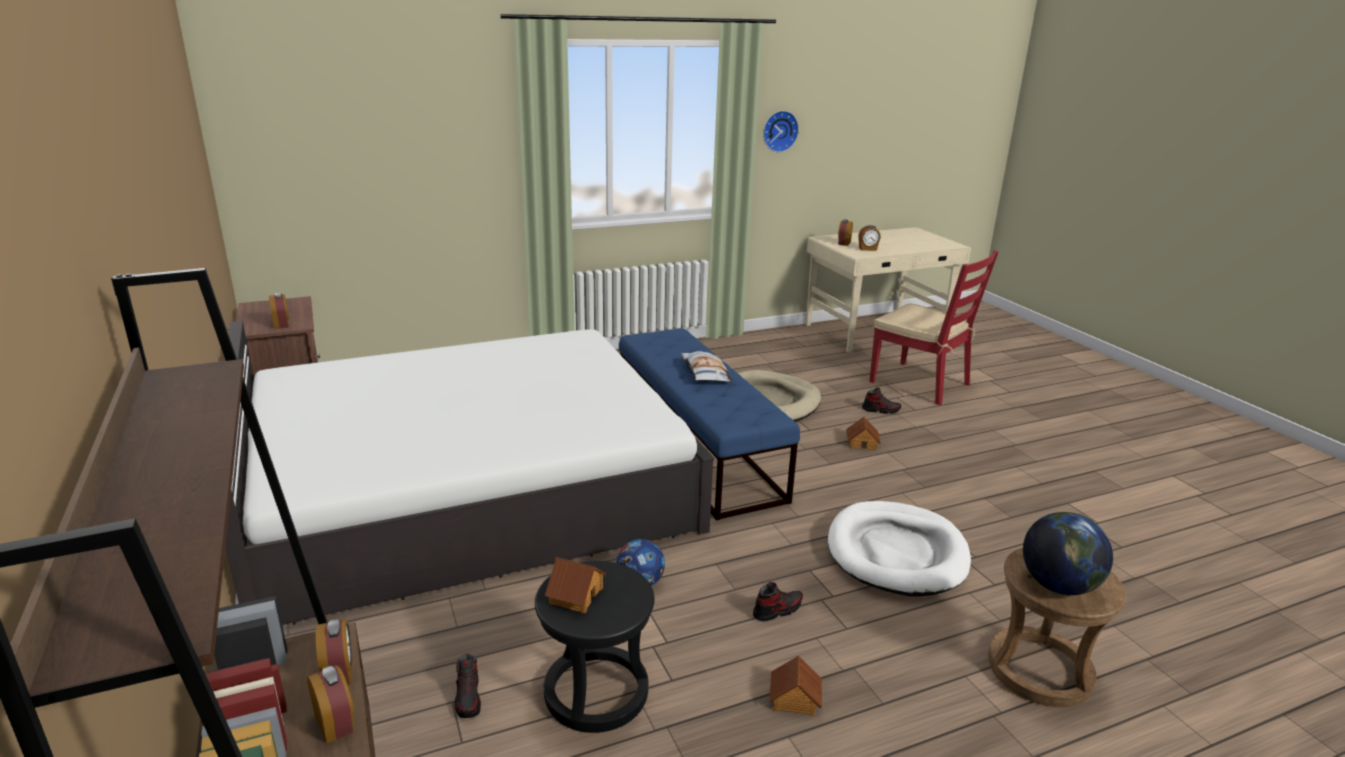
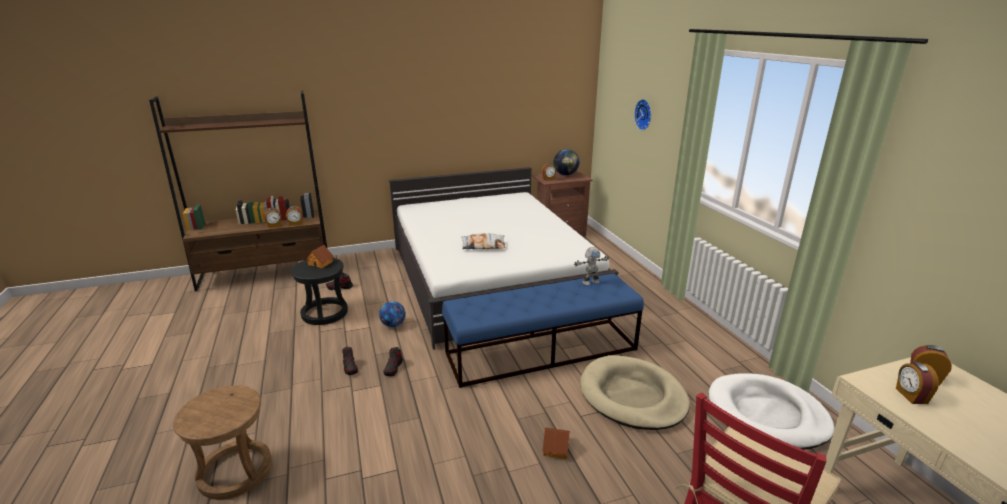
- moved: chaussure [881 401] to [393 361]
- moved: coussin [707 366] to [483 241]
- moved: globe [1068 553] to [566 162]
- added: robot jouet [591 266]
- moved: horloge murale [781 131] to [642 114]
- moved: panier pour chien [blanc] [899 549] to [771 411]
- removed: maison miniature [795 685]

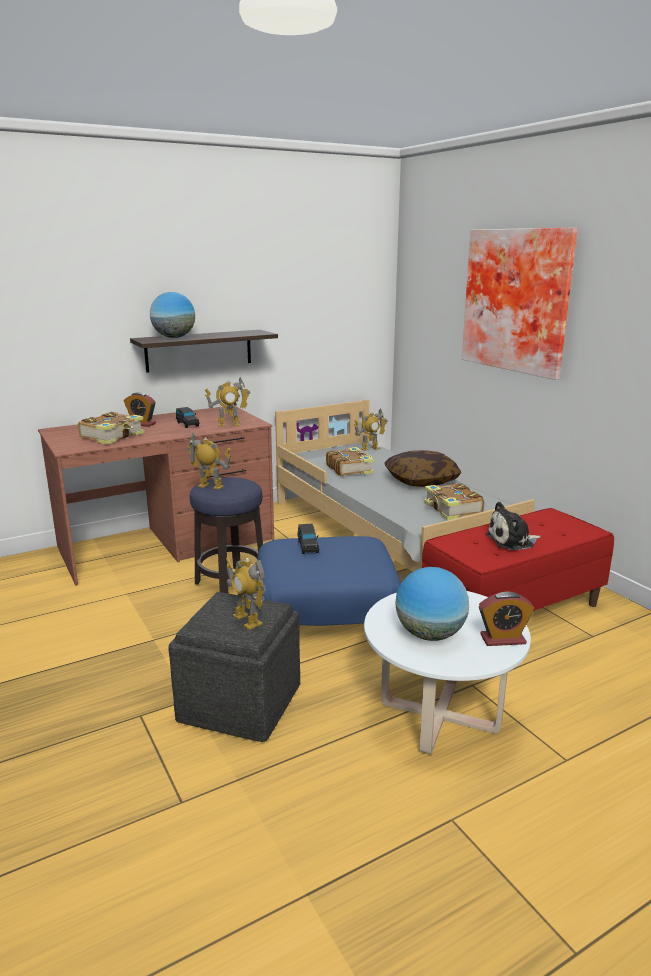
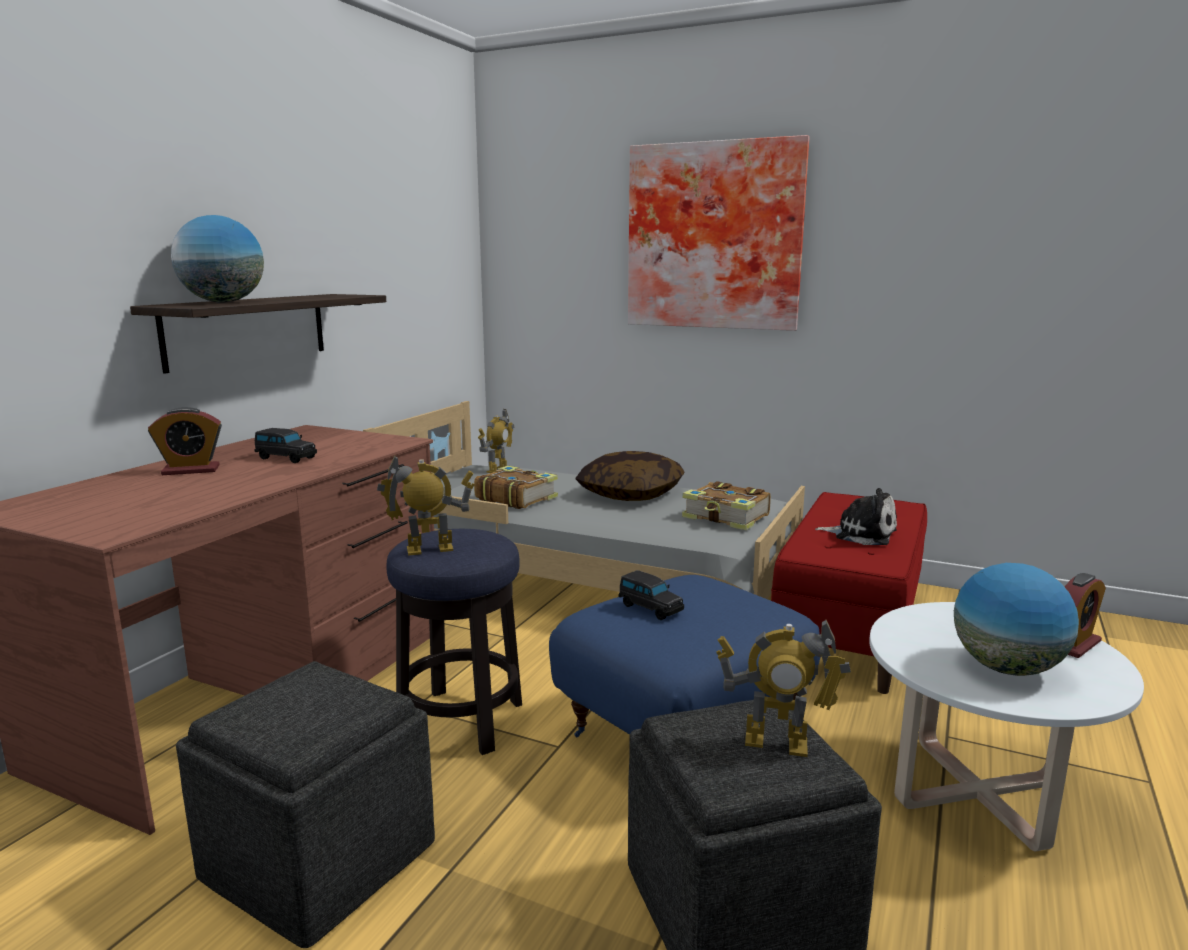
- added: pouf [gris] [305 804]
- turned: peluche [513 526] = [856 516] 105 degrees counterclockwise
- removed: livre [111 428]
- removed: robot jouet [227 402]

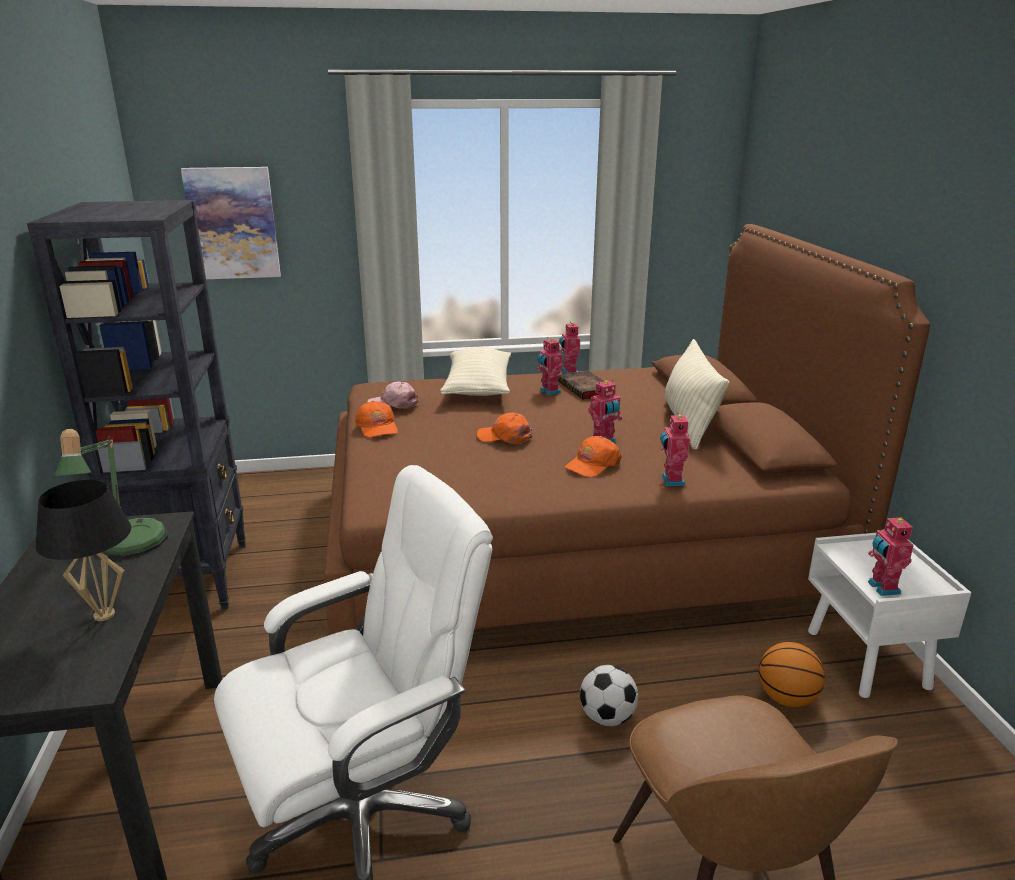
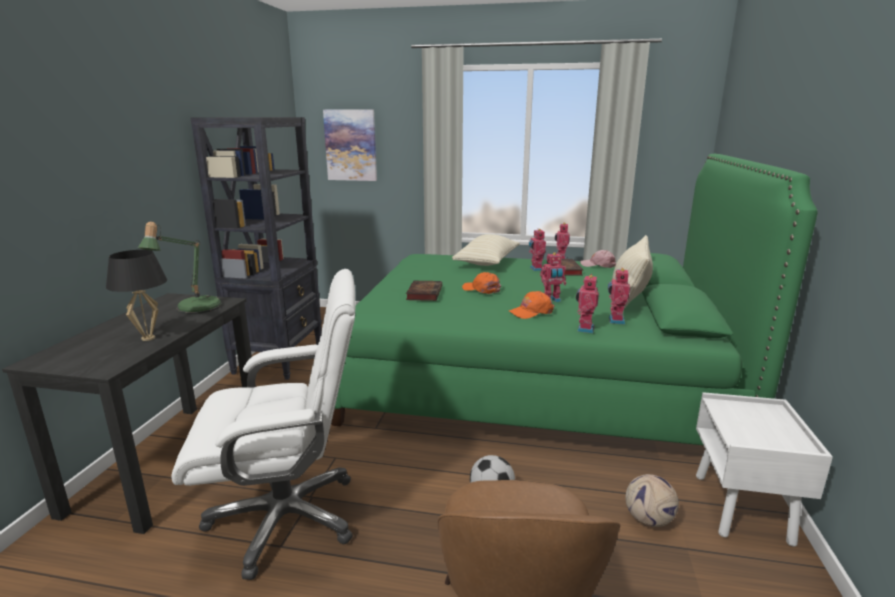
- recoloured: lit [marron] [627 429] to lit [vert] [574 299]
- added: livre [424 291]
- moved: casquette [rose] [393 395] to [598 259]
- moved: robot jouet [891 555] to [619 296]
- replaced: ballon de basket [792 674] to ballon de foot [652 500]
- removed: casquette [orange] [376 419]

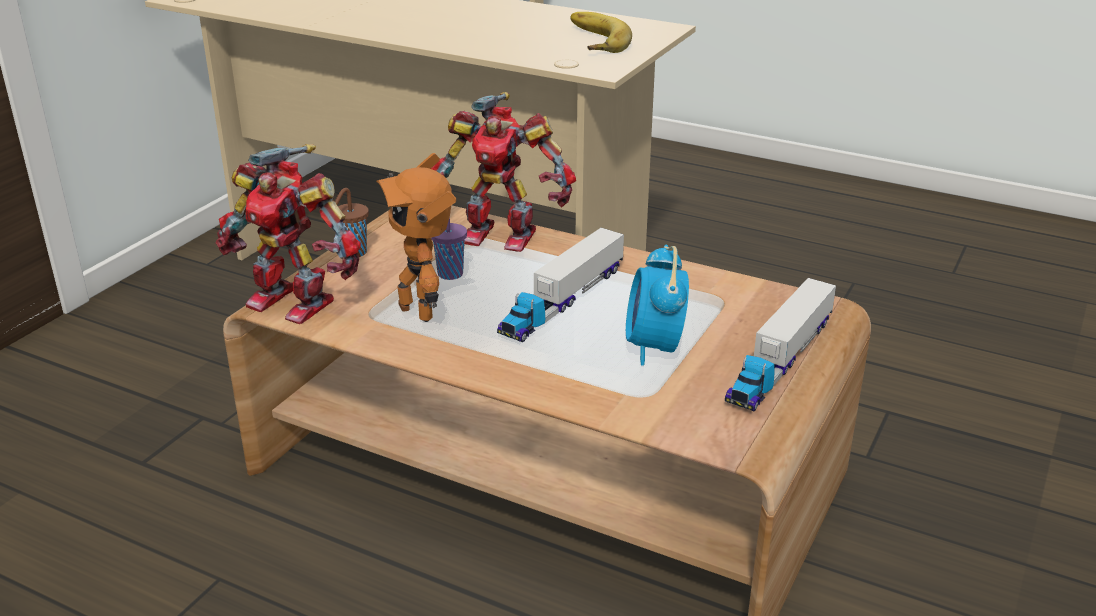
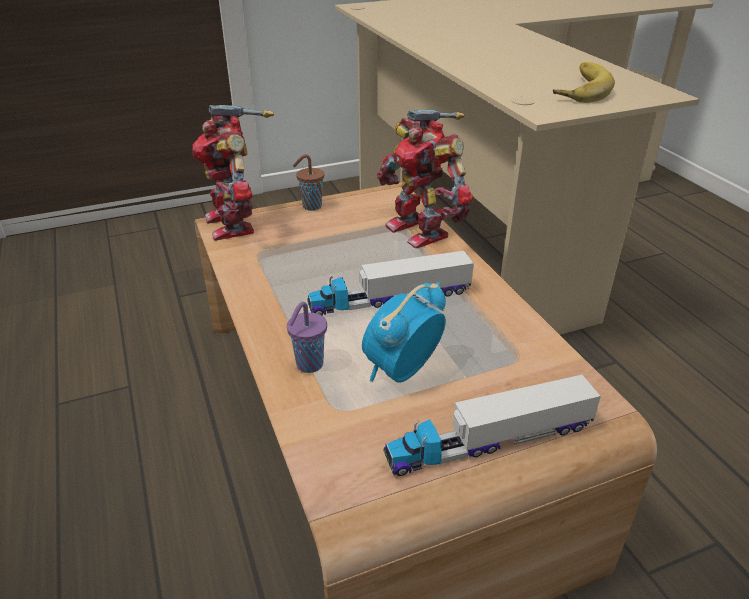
- moved: tasse [violet] [449 248] to [307 337]
- removed: robot jouet [416 237]

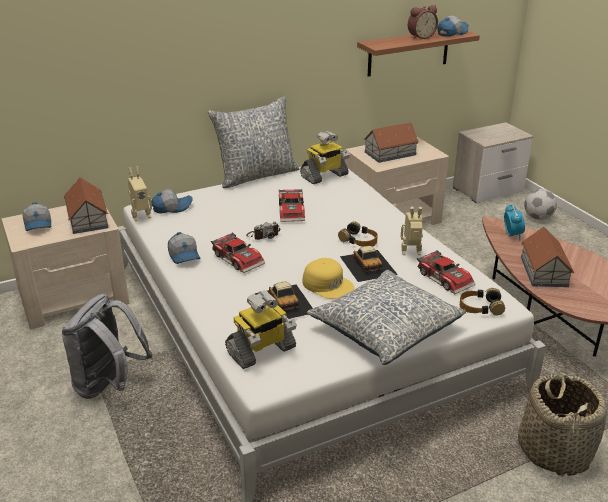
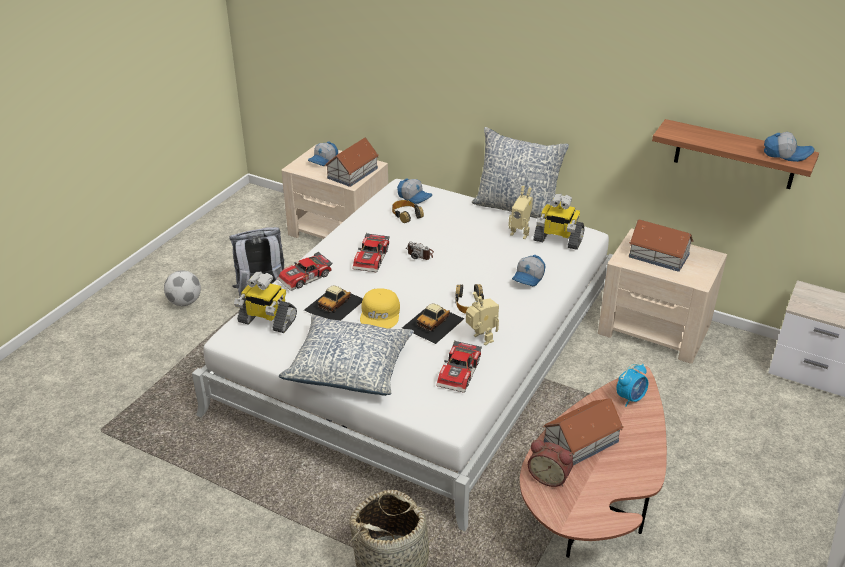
- moved: ballon de foot [540 204] to [182 288]
- moved: petite voiture [292 205] to [305 271]
- moved: casque audio [482 302] to [408 211]
- moved: robot jouet [140 194] to [520 212]
- moved: casquette [184 248] to [529 270]
- moved: réveil [423 22] to [550 463]

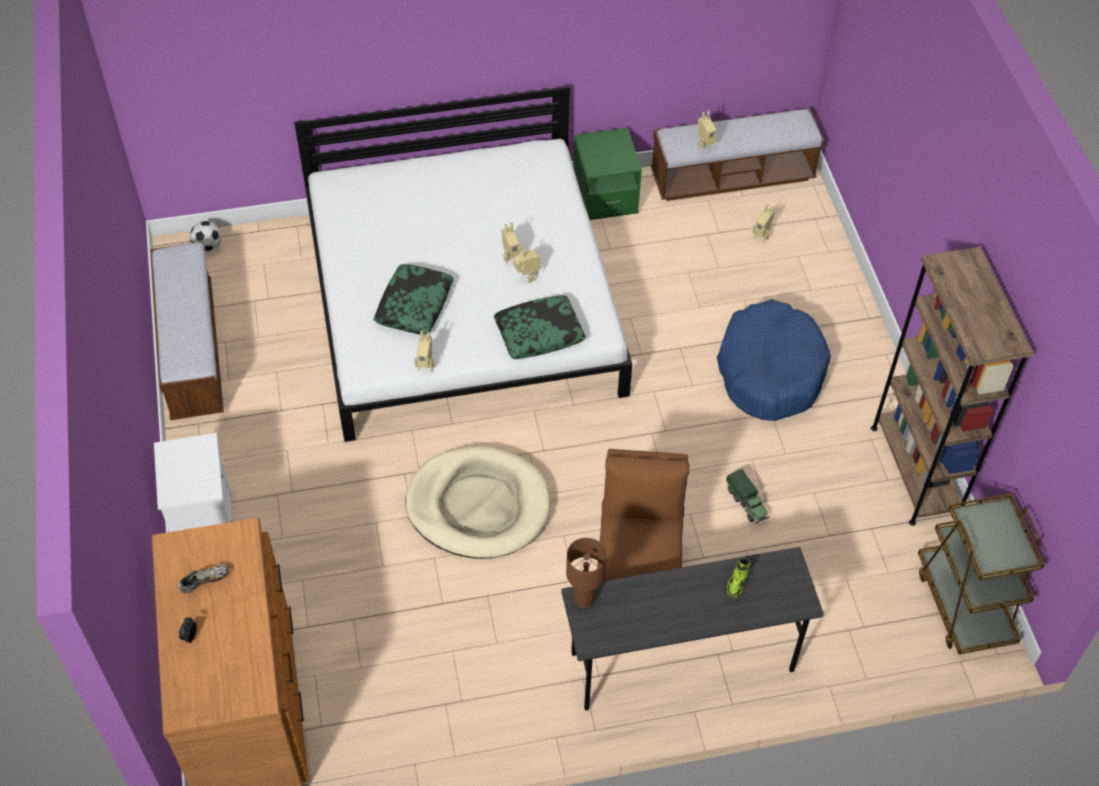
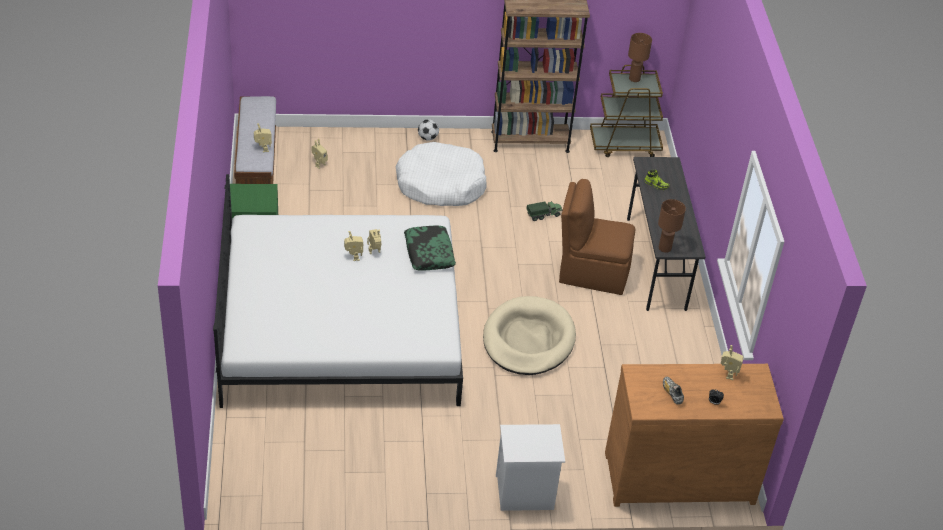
- recoloured: panier pour chien [bleu] [774 360] to panier pour chien [blanc] [441 174]
- moved: ballon de foot [206 236] to [428 130]
- added: lampe de table [marron] [640 57]
- moved: robot jouet [424 351] to [732 362]
- removed: banc [187 331]
- removed: coussin [413 299]

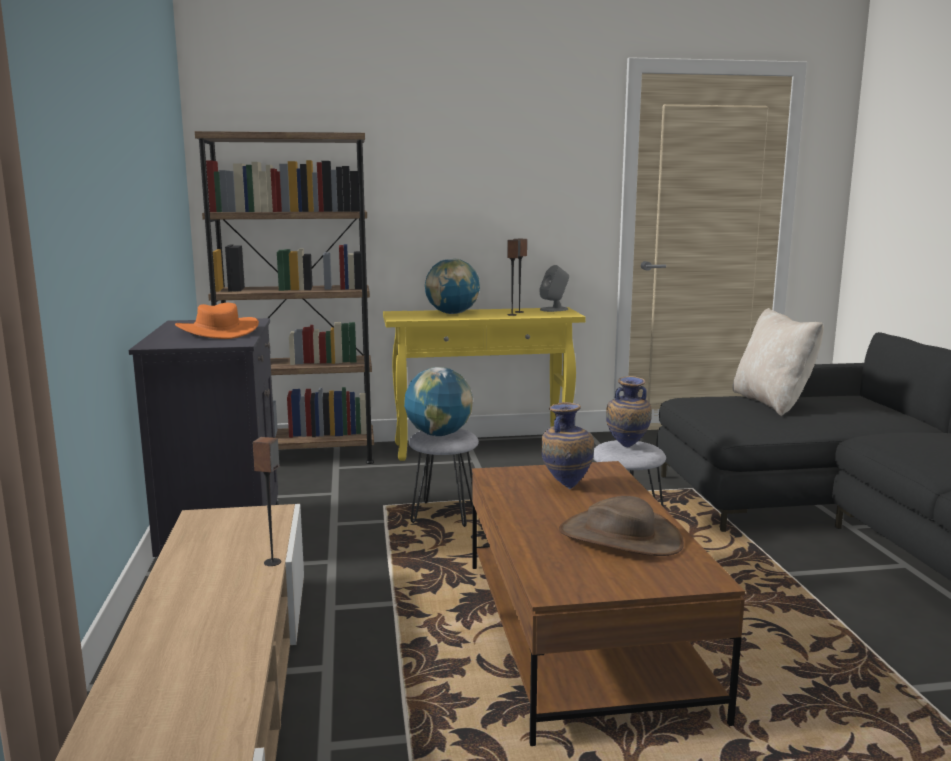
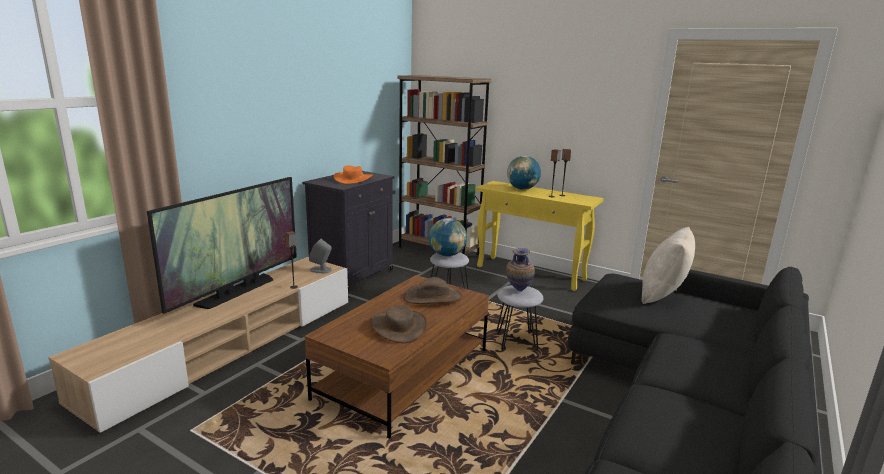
- added: téléviseur [222 245]
- moved: enceinte [gris] [554 288] to [320 256]
- replaced: vase [567 445] to chapeau [marron] [433 290]

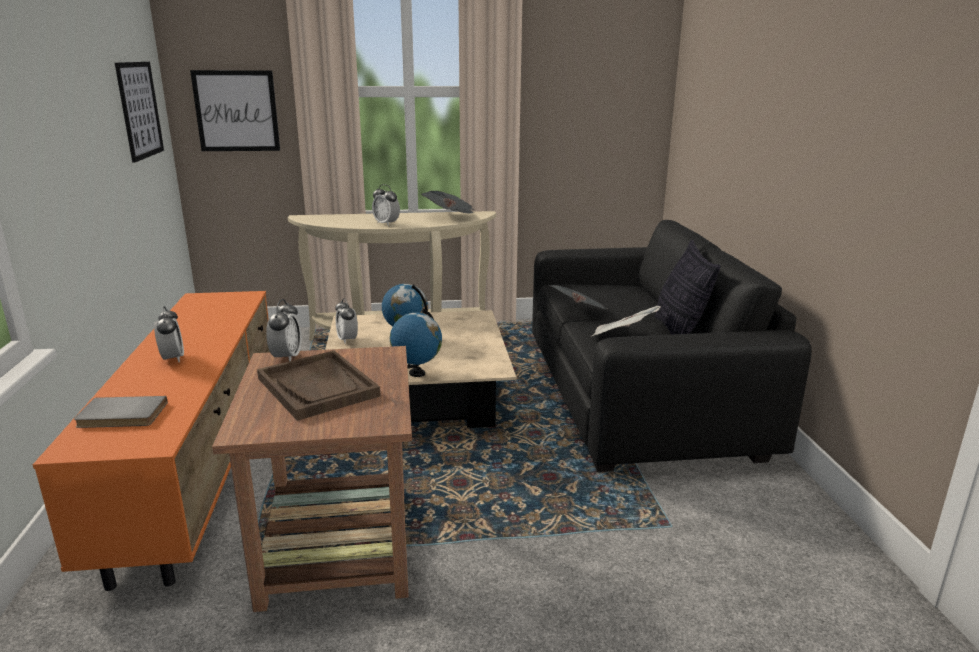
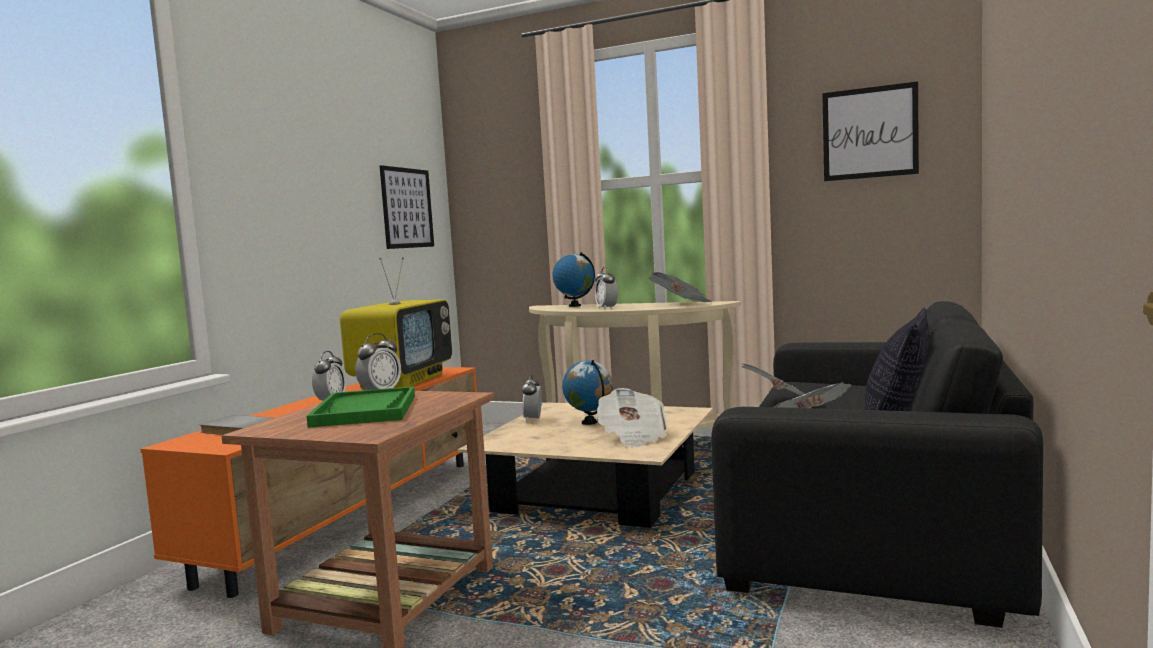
- recoloured: plateau [marron] [318 386] to plateau [vert] [361 407]
- added: téléviseur [396 323]
- moved: globe [416 343] to [573 279]
- added: journal [632 418]
- moved: tableau [235 110] to [870 131]

